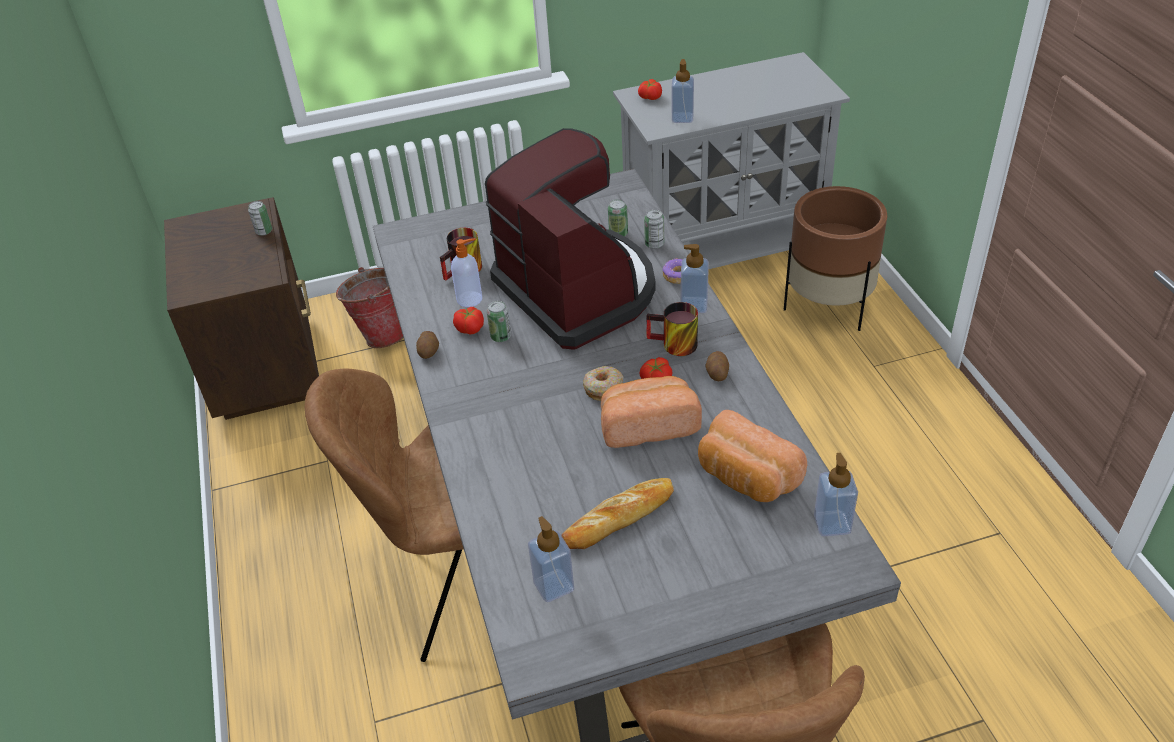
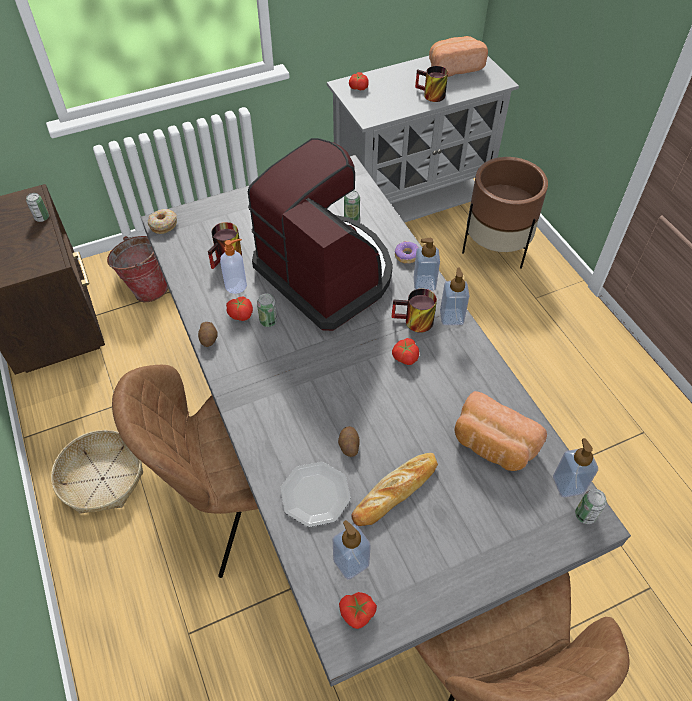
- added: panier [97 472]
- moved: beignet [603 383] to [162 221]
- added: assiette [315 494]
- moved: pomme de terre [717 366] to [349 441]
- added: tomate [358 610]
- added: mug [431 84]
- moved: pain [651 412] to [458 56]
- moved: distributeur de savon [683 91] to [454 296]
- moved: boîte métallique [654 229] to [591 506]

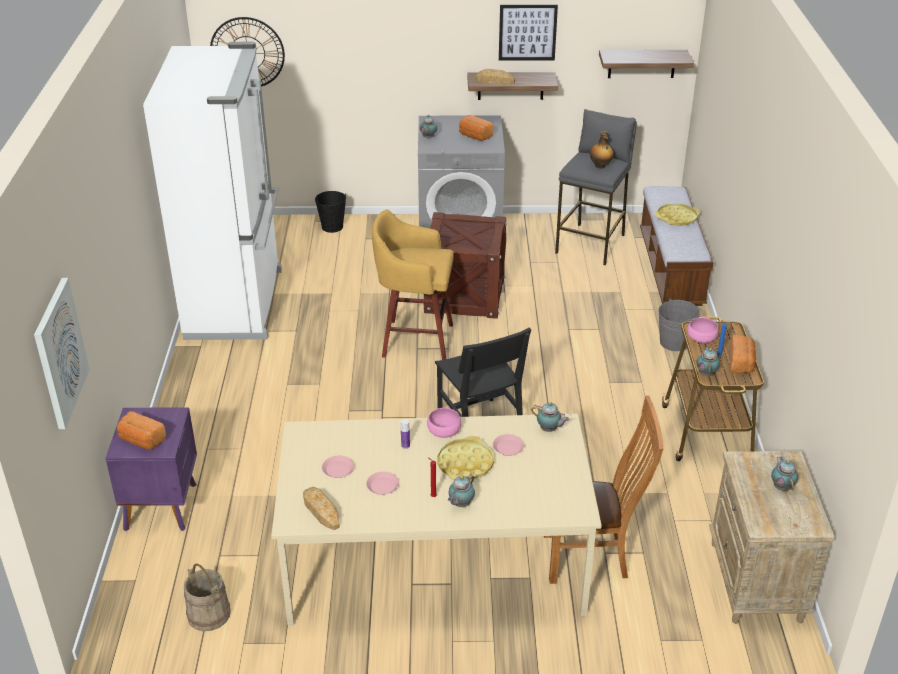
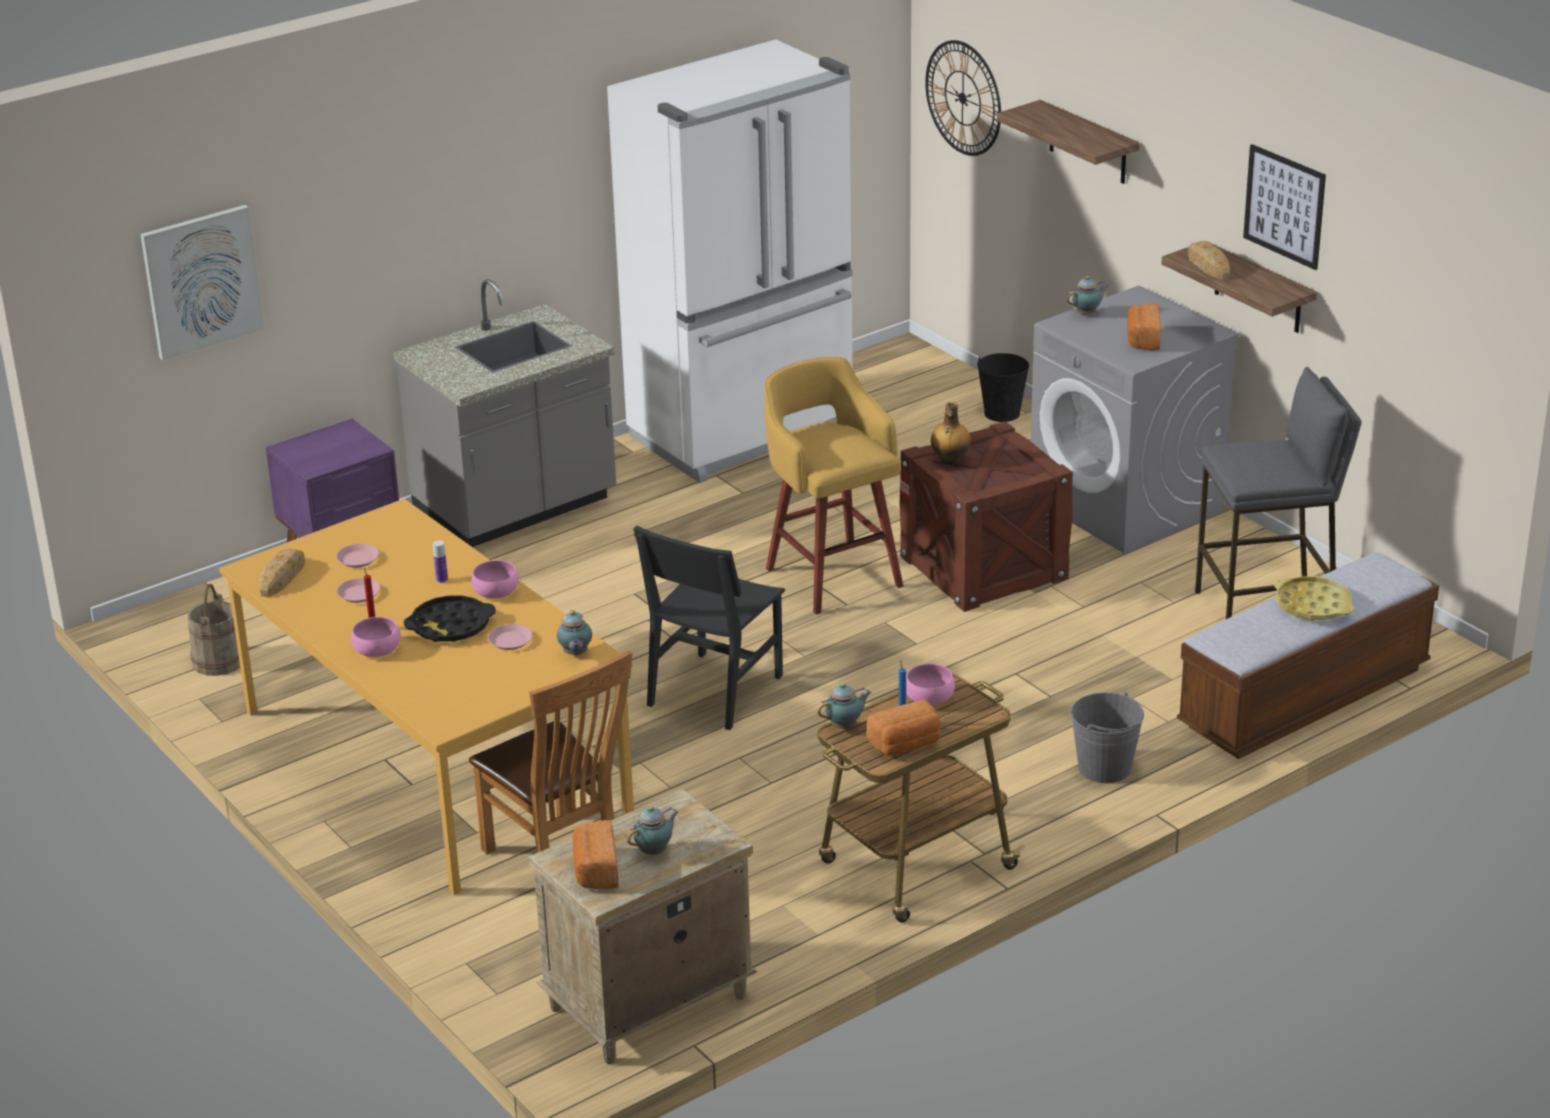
- recoloured: table à manger [beige] [436 520] to table à manger [orange] [426 697]
- replaced: théière [461 490] to bol [rose] [376 637]
- added: comptoir de cuisine [gris] [504 413]
- recoloured: plateau [jaune] [465 458] to plateau [noir] [450 618]
- moved: pain [141 430] to [595 855]
- moved: bouteille [602 150] to [951 433]
- moved: étagère [646 64] to [1068 142]

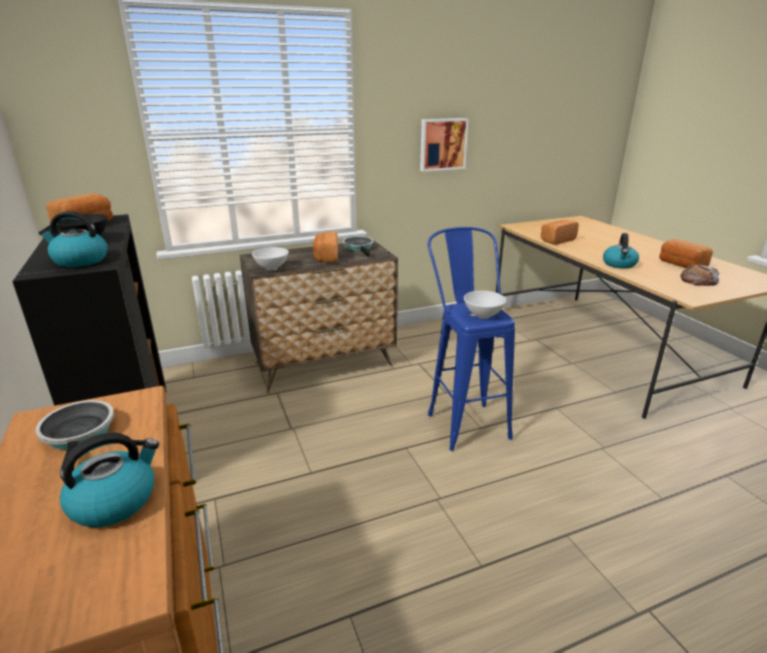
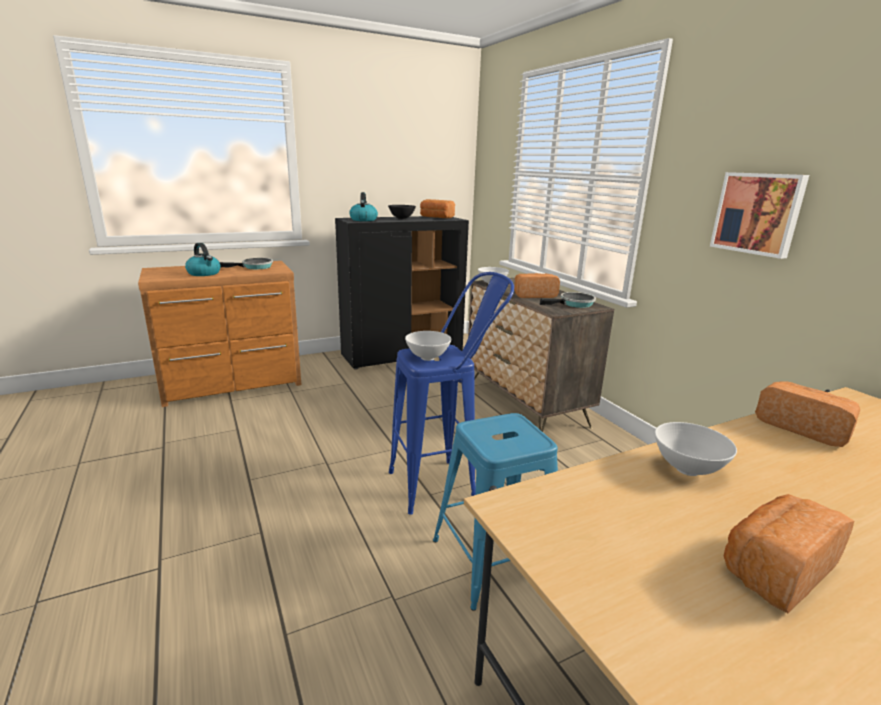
- added: tabouret [bleu] [495 512]
- replaced: bouilloire [621 251] to bol [blanc] [696 449]
- removed: pain [700 275]

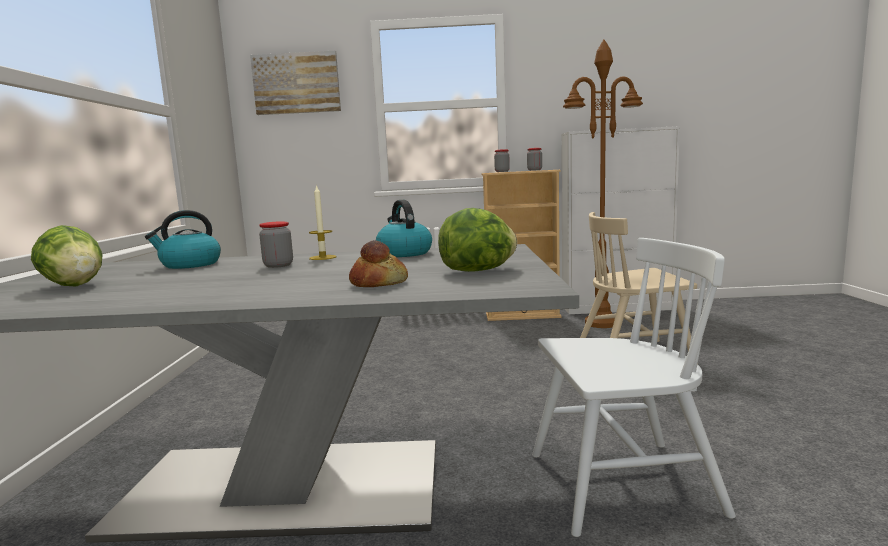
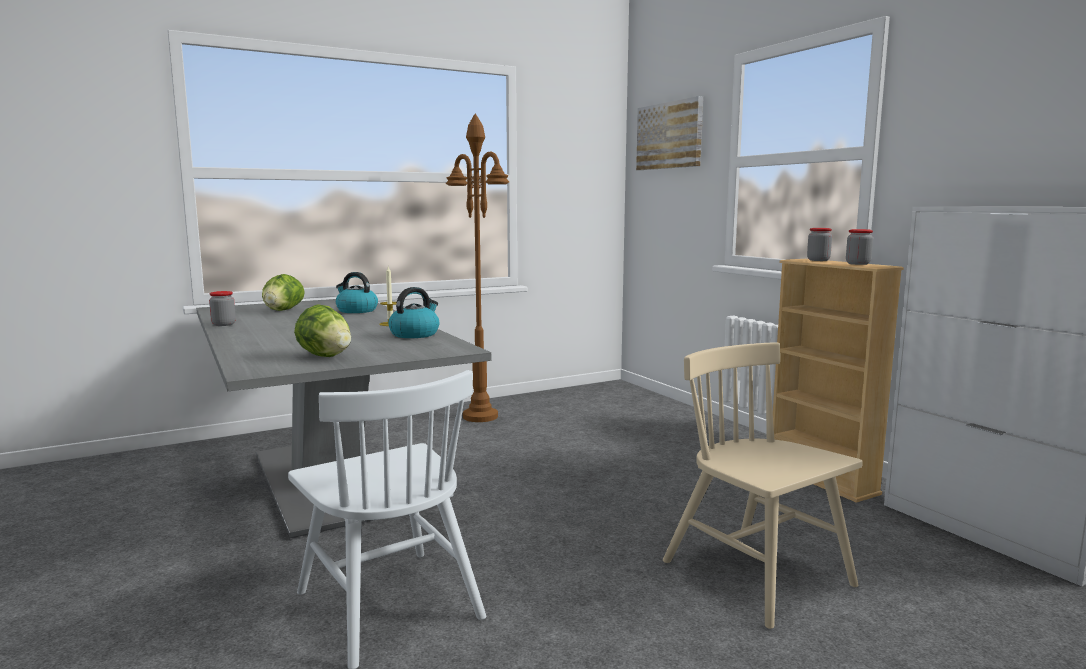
- moved: bocal [276 244] to [222 308]
- moved: lampadaire [marron] [603 183] to [477 267]
- removed: pain [378 263]

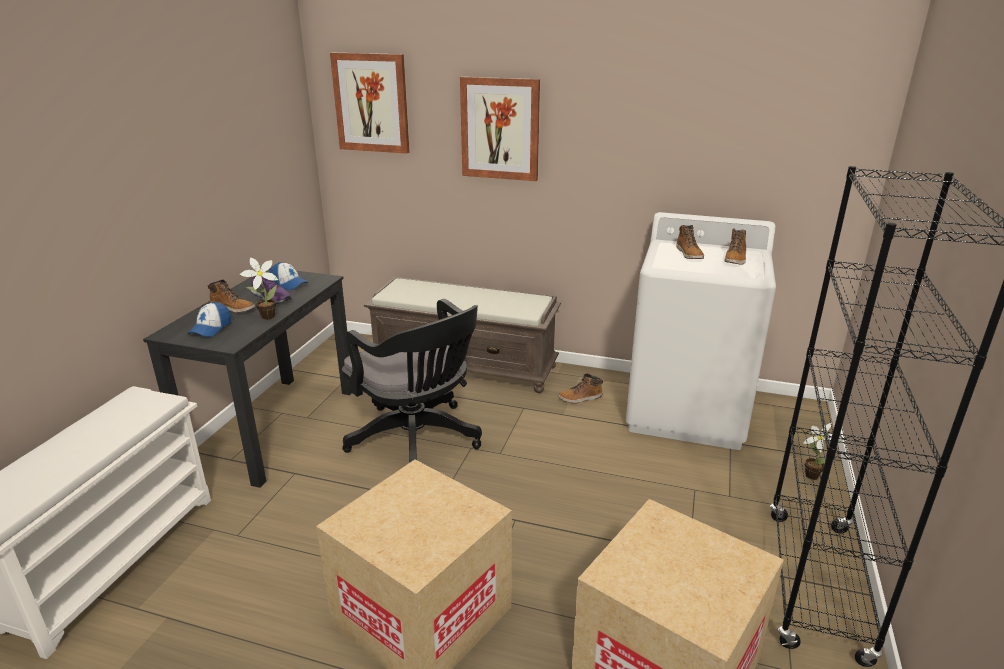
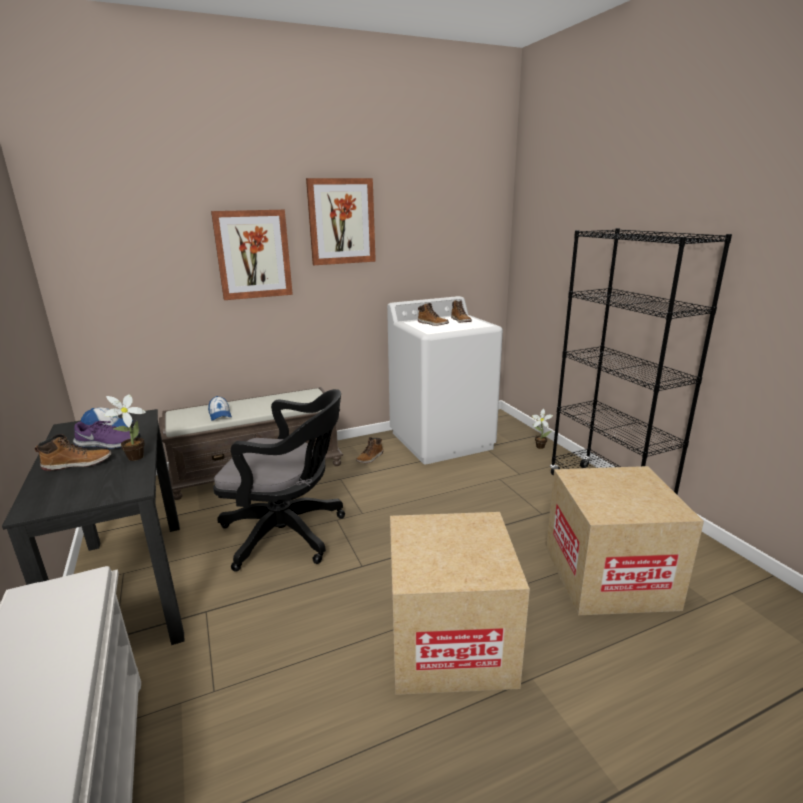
- moved: casquette [209 319] to [220 408]
- moved: tableau [370 103] to [341 221]

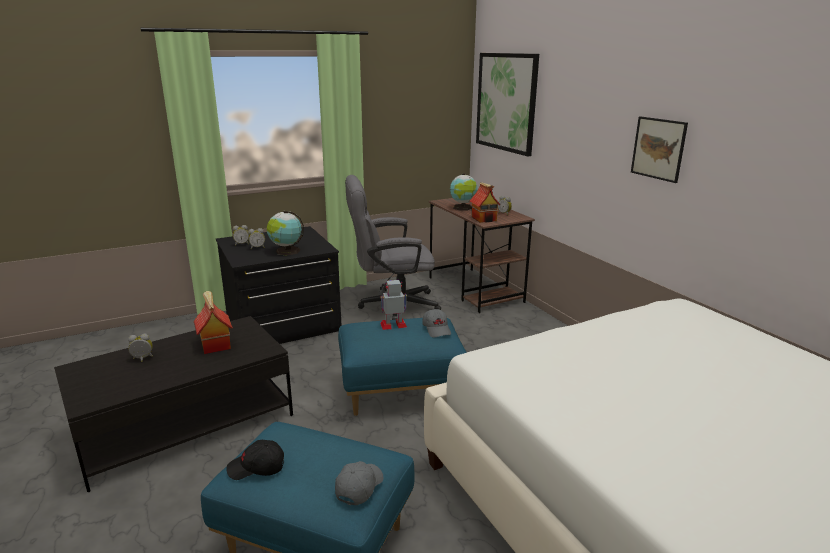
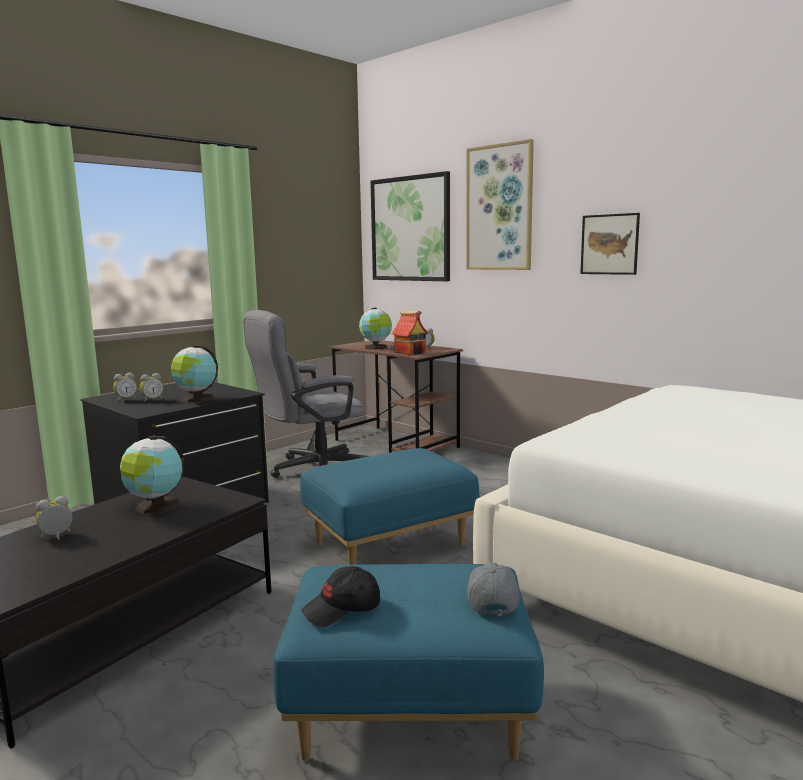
- replaced: maison miniature [213 322] to globe [152 475]
- added: tableau [500 204]
- removed: robot jouet [393 305]
- removed: casquette [gris] [437 323]

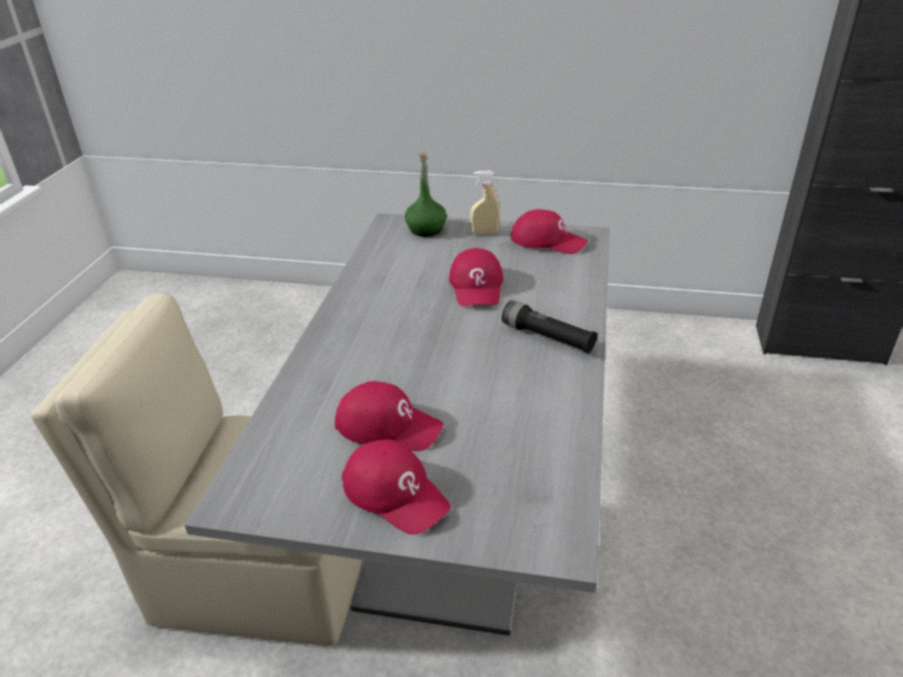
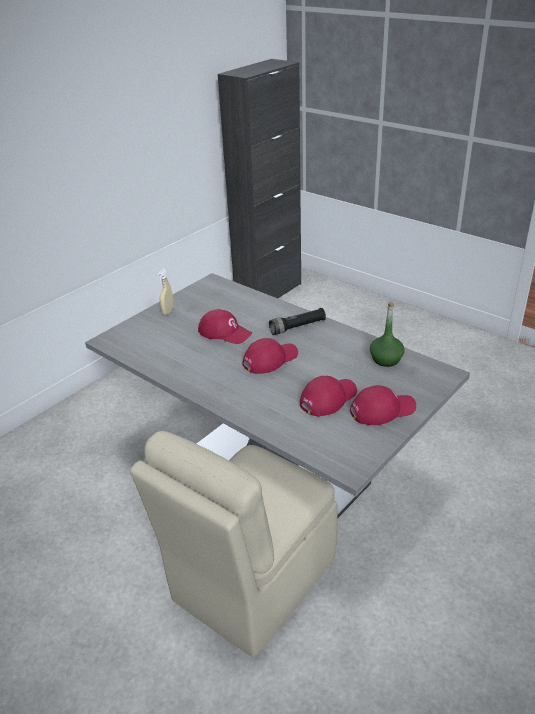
- moved: casquette [rouge] [549 231] to [270 356]
- moved: bouteille [vert] [426 194] to [387 334]

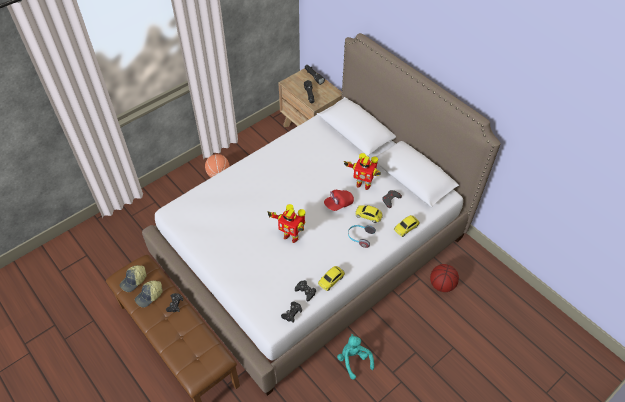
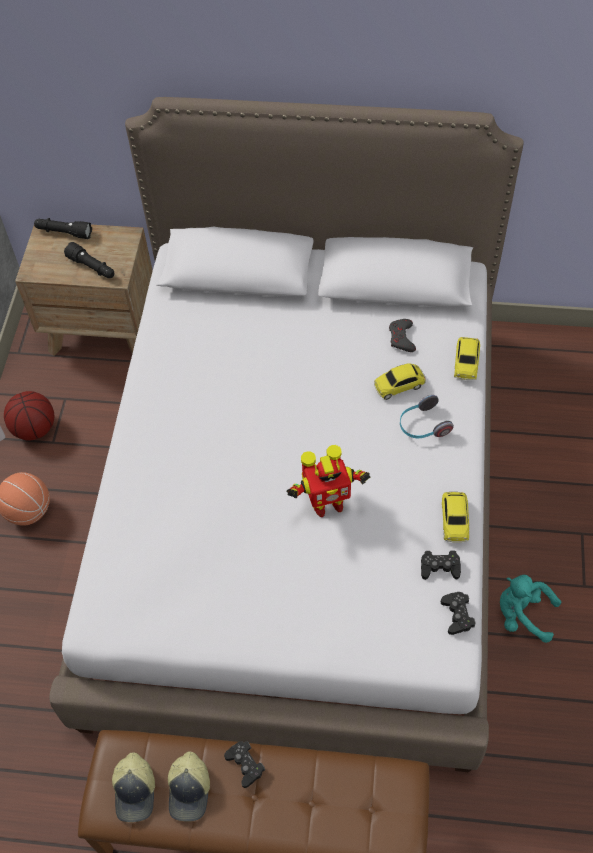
- moved: ballon de basket [444 278] to [29 415]
- removed: casquette [rouge] [339 200]
- removed: robot jouet [362 171]

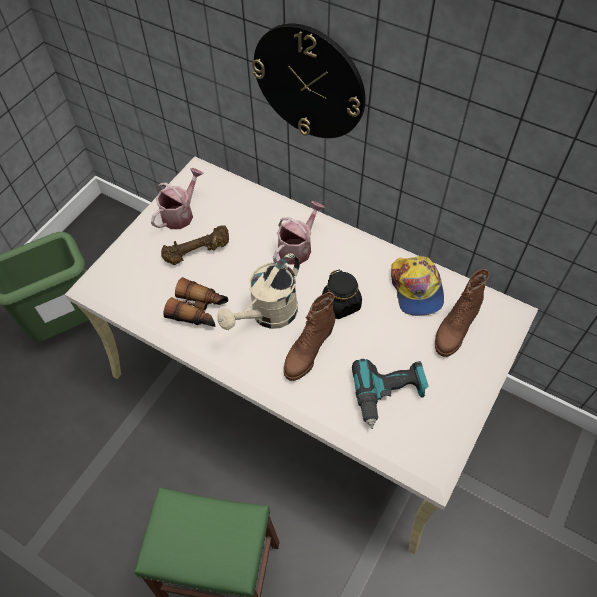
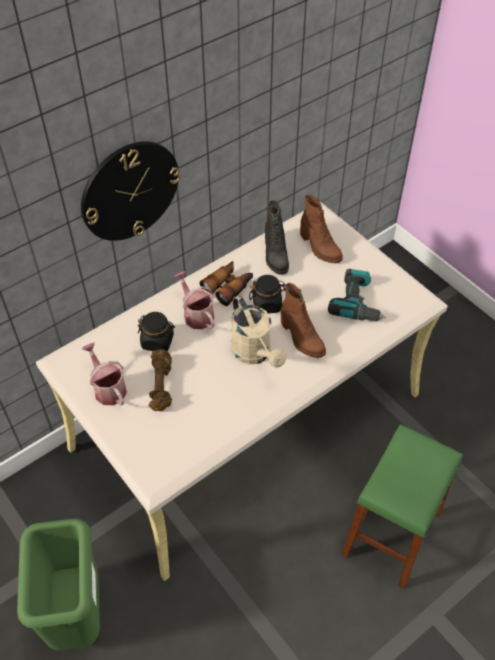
- added: bocal [noir] [156 331]
- moved: jumelles [195 302] to [226 283]
- replaced: casquette [417 286] to botte [noir] [277 237]

